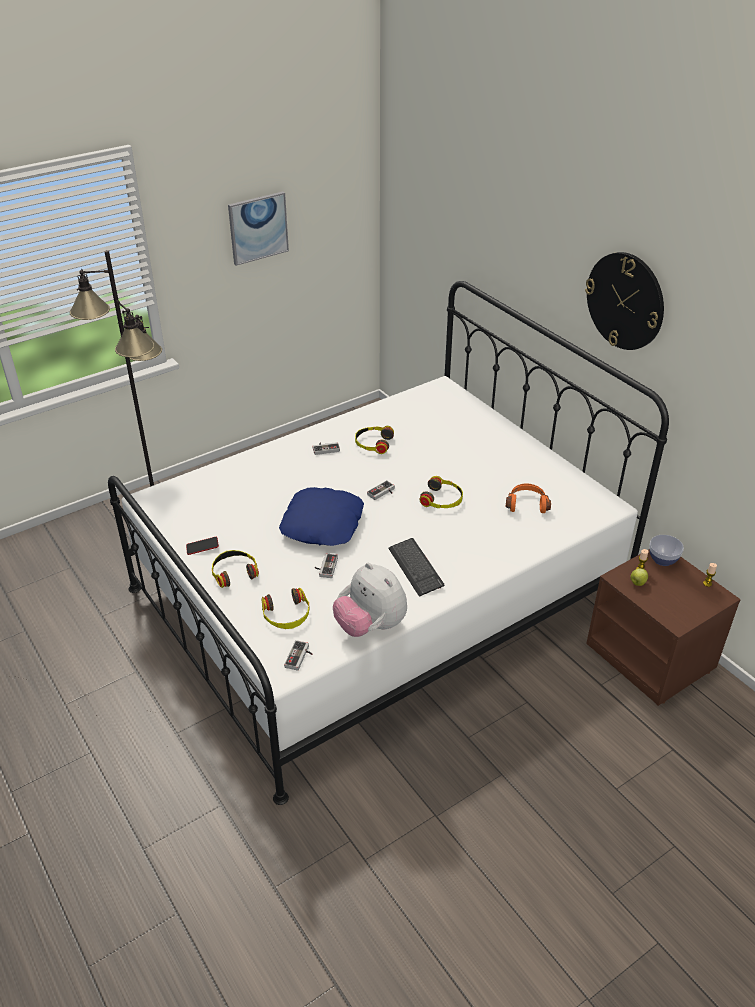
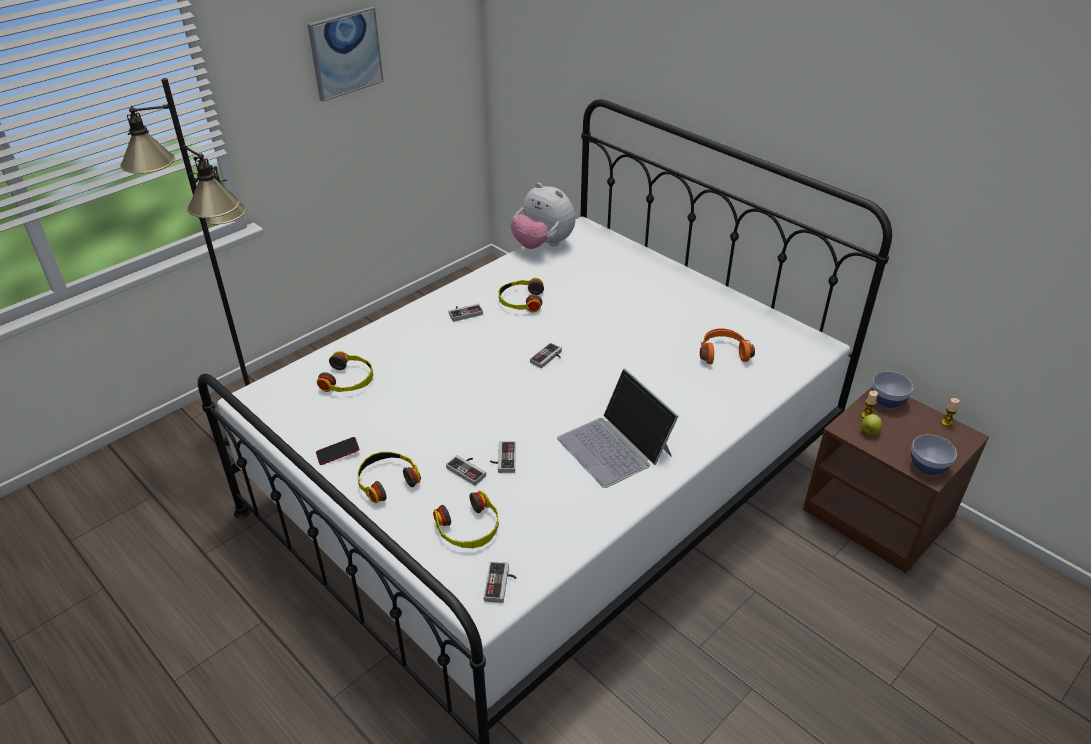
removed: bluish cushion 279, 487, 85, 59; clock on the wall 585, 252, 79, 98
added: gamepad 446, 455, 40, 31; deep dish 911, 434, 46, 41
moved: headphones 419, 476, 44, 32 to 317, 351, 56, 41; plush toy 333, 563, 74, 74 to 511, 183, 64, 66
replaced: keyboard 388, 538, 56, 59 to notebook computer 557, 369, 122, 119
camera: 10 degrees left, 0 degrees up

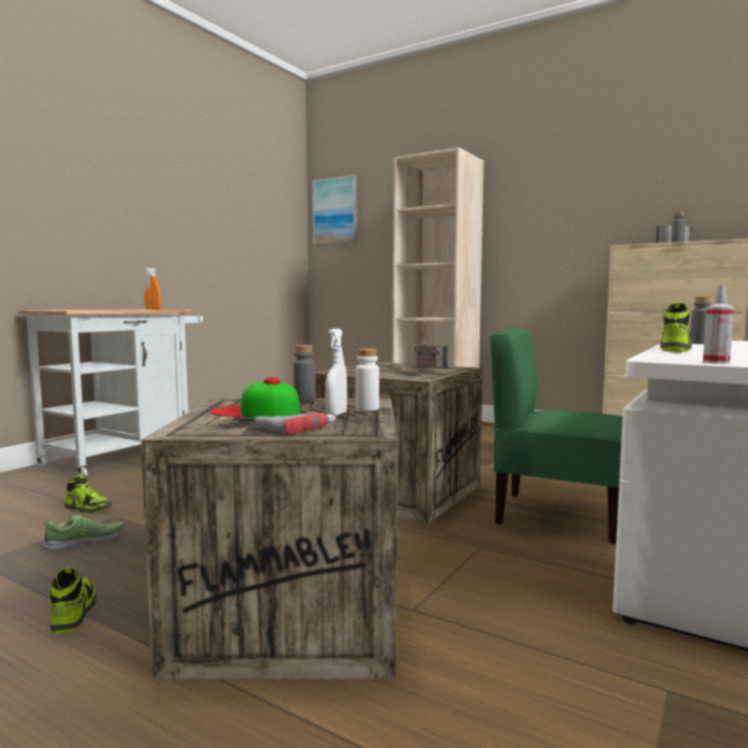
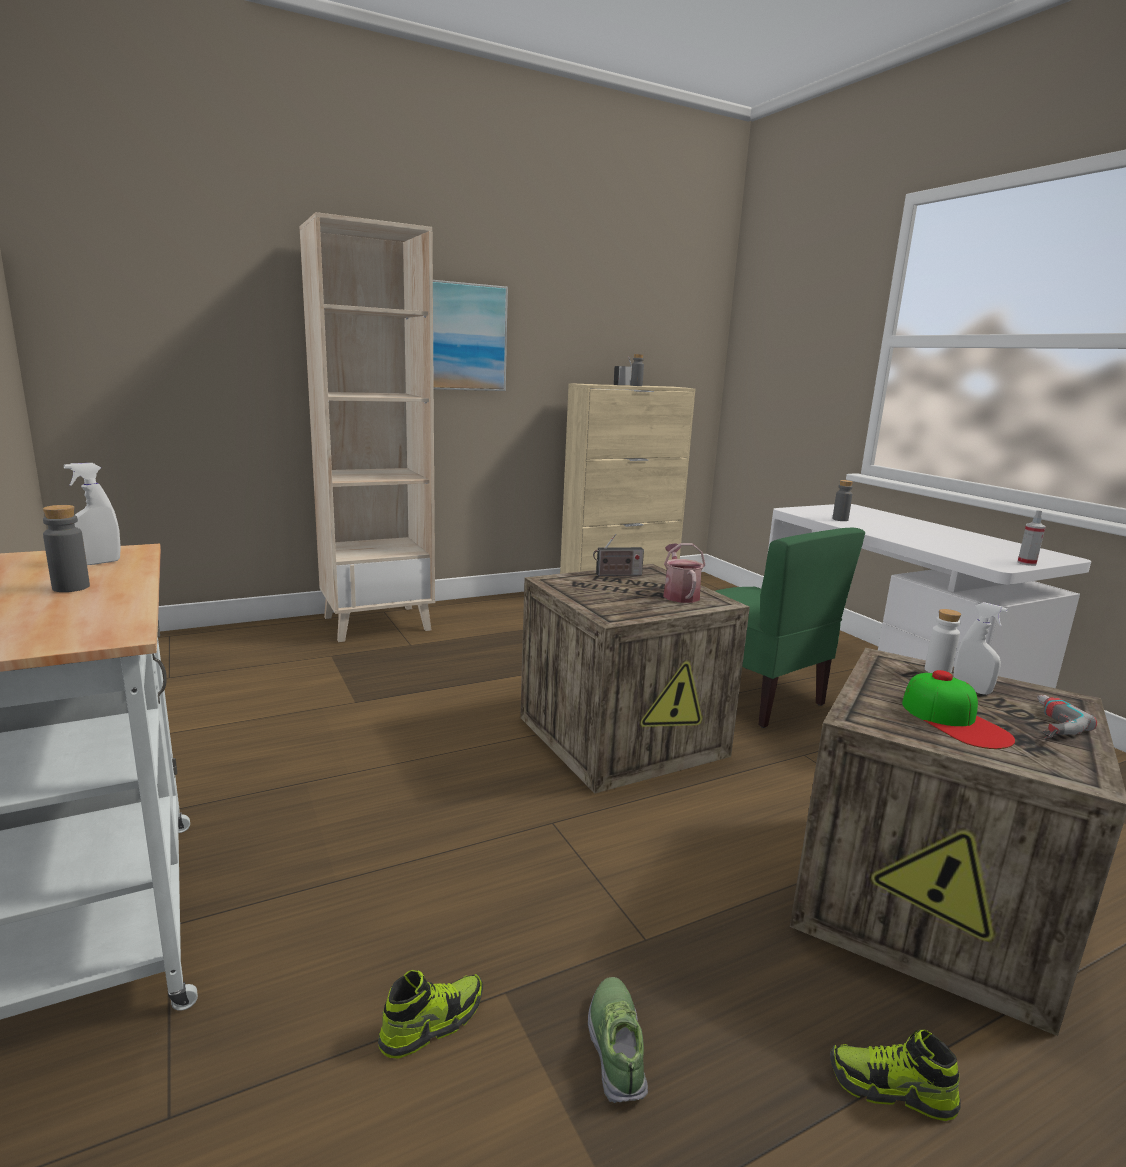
removed: shoe 660, 302, 32, 50
added: watering pot 663, 543, 42, 60
moved: gray drink bottle 293, 345, 23, 58 to 43, 505, 47, 87; wall art 313, 175, 44, 70 to 433, 280, 75, 111
recoloured: orange sprayer 144, 268, 17, 41 to whitish sprayer 64, 463, 57, 102
turned: greenish plain chair 490, 328, 133, 216 = 715, 528, 150, 200 90 degrees counterclockwise; baseball cap 210, 377, 91, 42 = 902, 670, 113, 79 75 degrees counterclockwise
camera: 60 degrees left, 10 degrees up

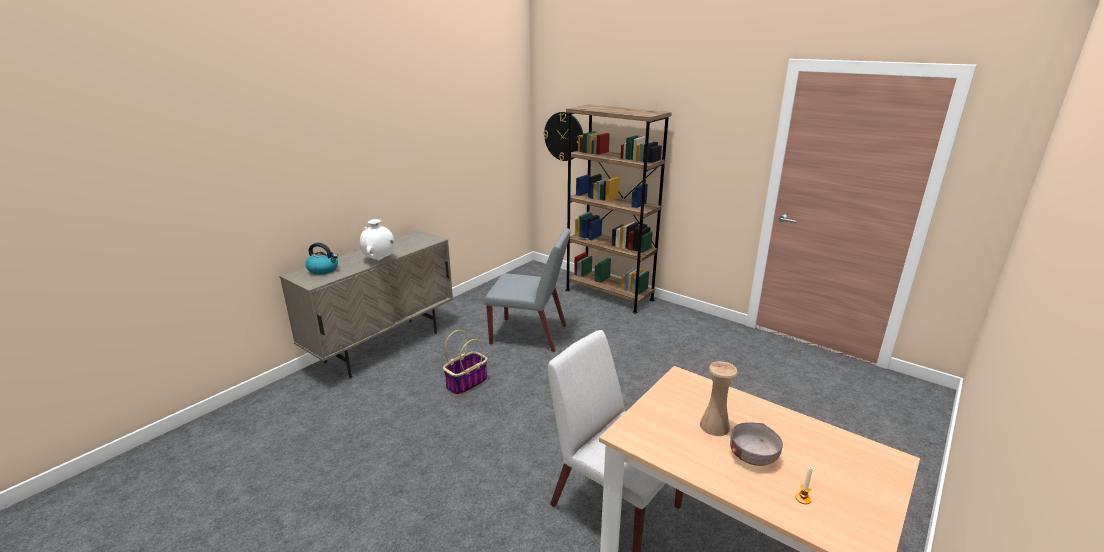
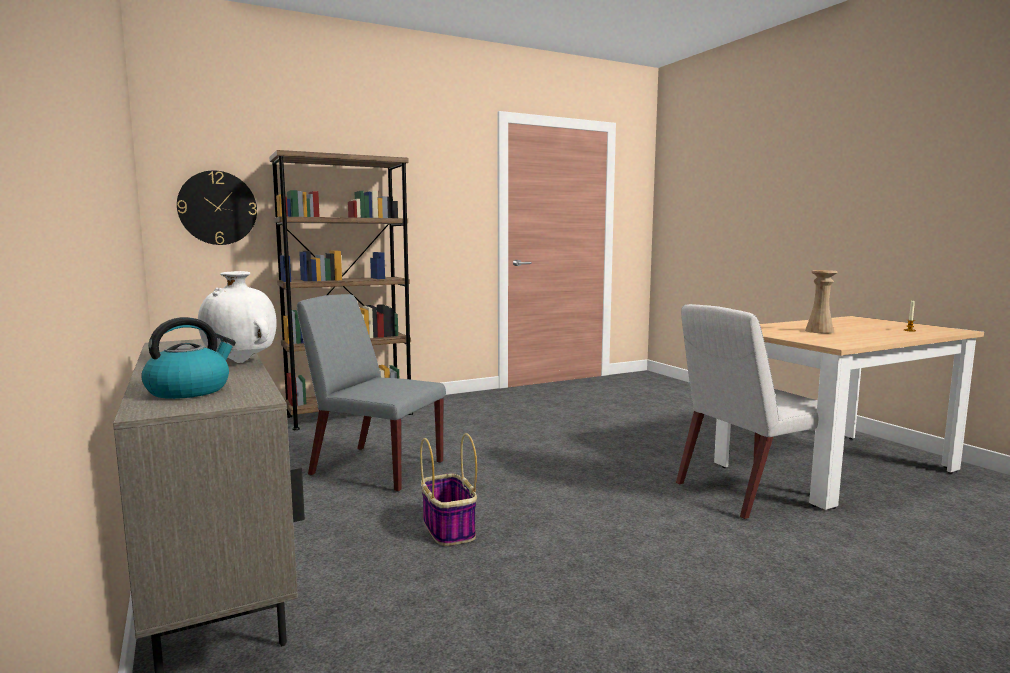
removed: gray deep dish 730, 422, 53, 44
turned: gray plain chair 484, 228, 86, 124 = 297, 294, 149, 198 105 degrees counterclockwise
camera: 65 degrees left, 15 degrees down

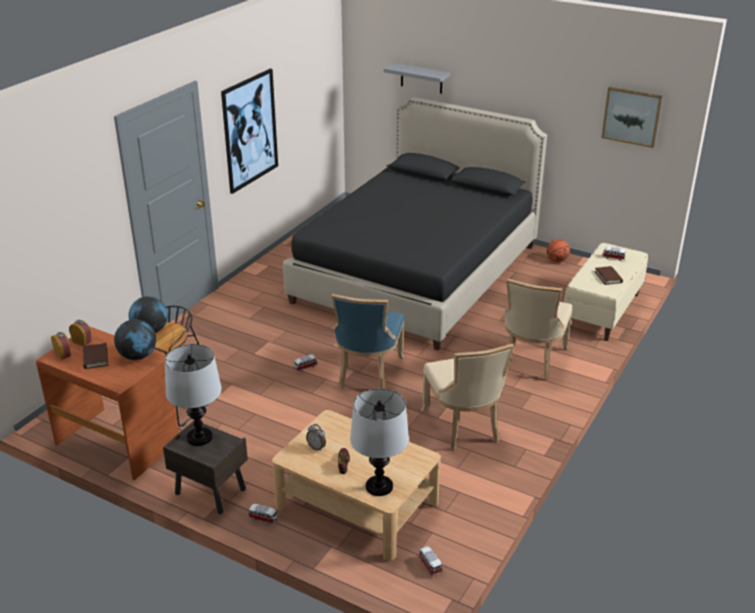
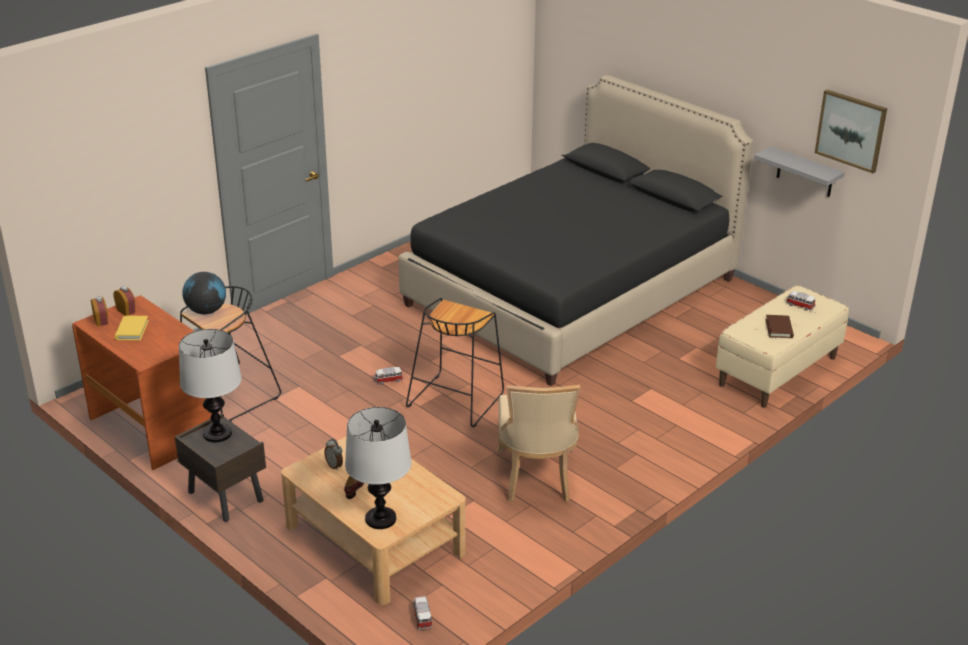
removed: desk globe 114, 319, 42, 41; wall art 221, 69, 57, 125; model car 248, 504, 30, 20; beige plain chair 504, 278, 68, 103; basketball 547, 239, 23, 23
moved: gray wall shelf 384, 63, 66, 31 to 754, 146, 91, 51
replaced: bluish plain chair 331, 294, 73, 95 to black stool 406, 298, 98, 129
recoloured: brown bound book 83, 343, 25, 26 to yellowish bound book 114, 316, 35, 24
camera: 15 degrees right, 0 degrees up

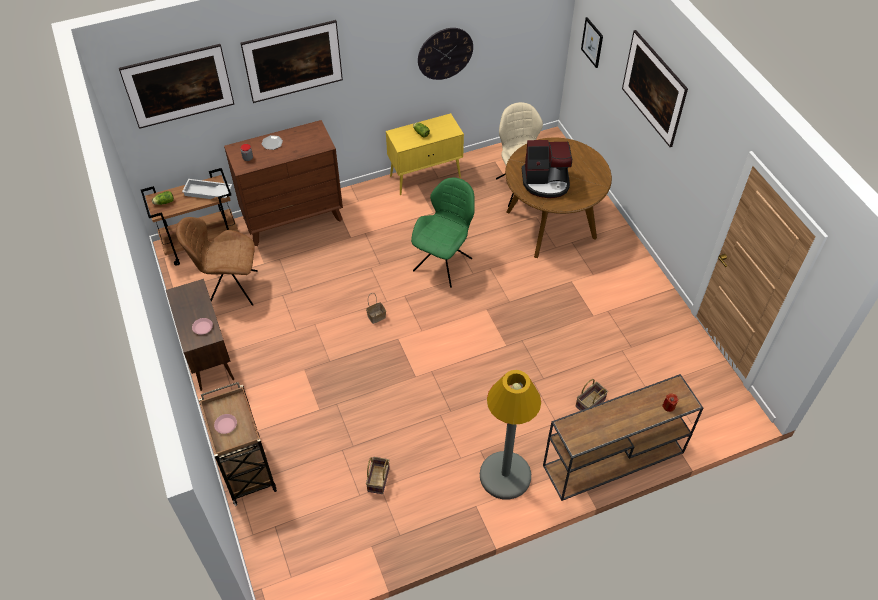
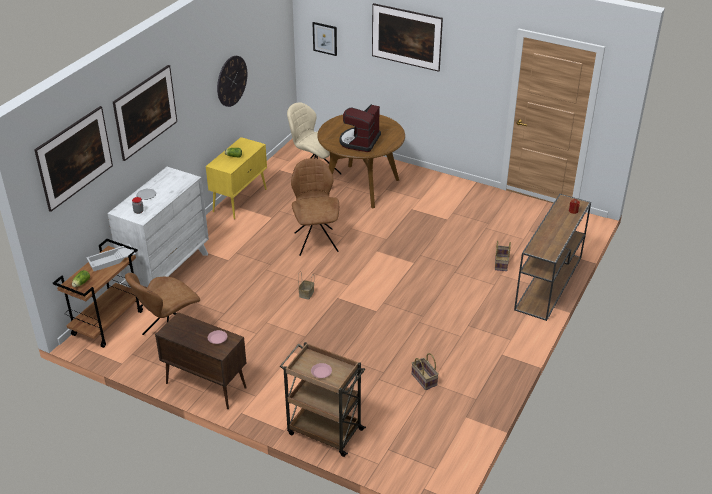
removed: gray floor lamp 480, 370, 61, 130
recoloured: brown chest of drawers 224, 120, 119, 126 to whitish chest of drawers 107, 167, 102, 121; greenish plain chair 411, 178, 64, 110 to brown plain chair 291, 158, 48, 98
turned: coffee machine 522, 140, 50, 58 = 339, 104, 42, 48 150 degrees clockwise
camera: 40 degrees left, 15 degrees down

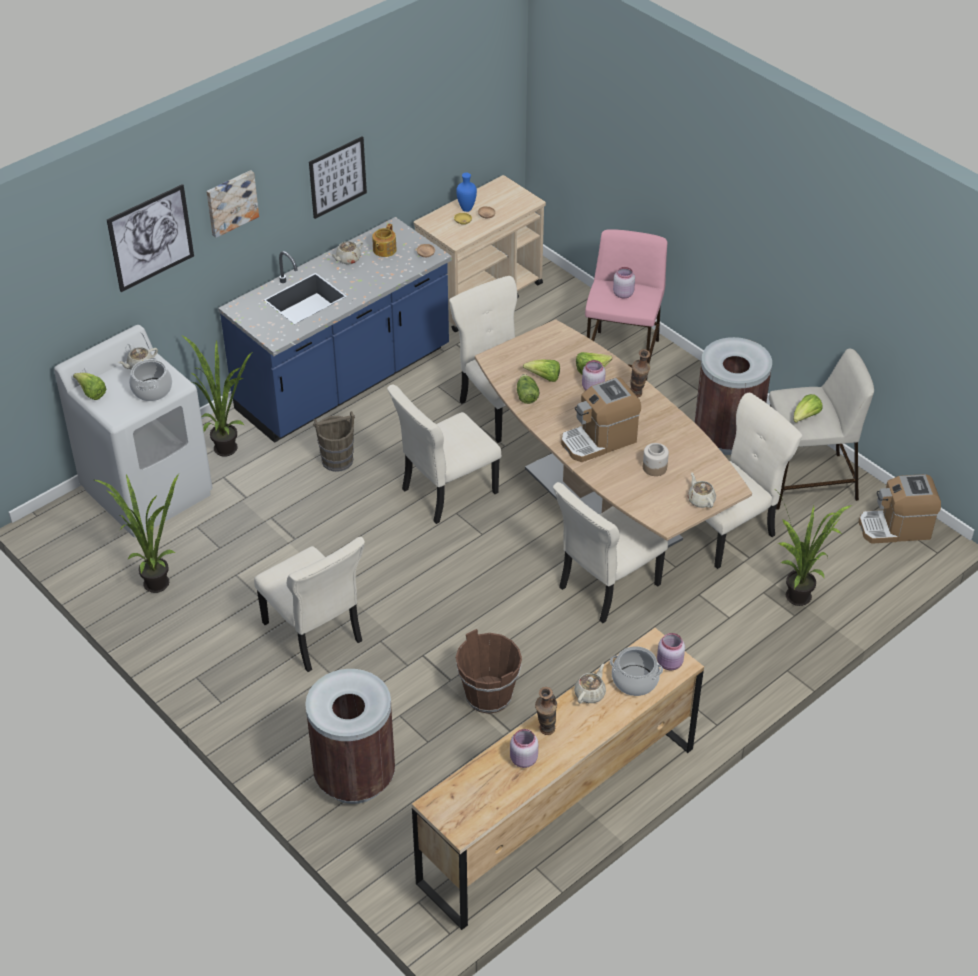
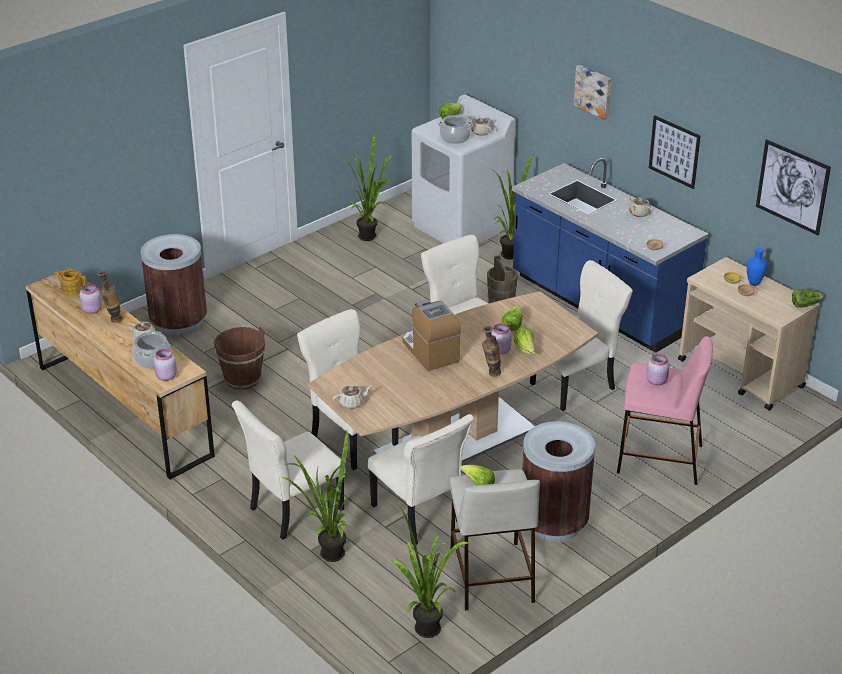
removed: preserve jar 643, 443, 26, 33
moved: tea pot 372, 223, 25, 34 to 54, 270, 33, 26; beige plain chair 254, 537, 111, 135 to 232, 401, 113, 139; wall art 107, 184, 87, 108 to 756, 139, 75, 96; lettuce 517, 374, 22, 30 to 792, 289, 32, 19
replaced: coffee machine 859, 474, 82, 70 to plant in a pot 391, 507, 81, 131
camera: 90 degrees right, 10 degrees down

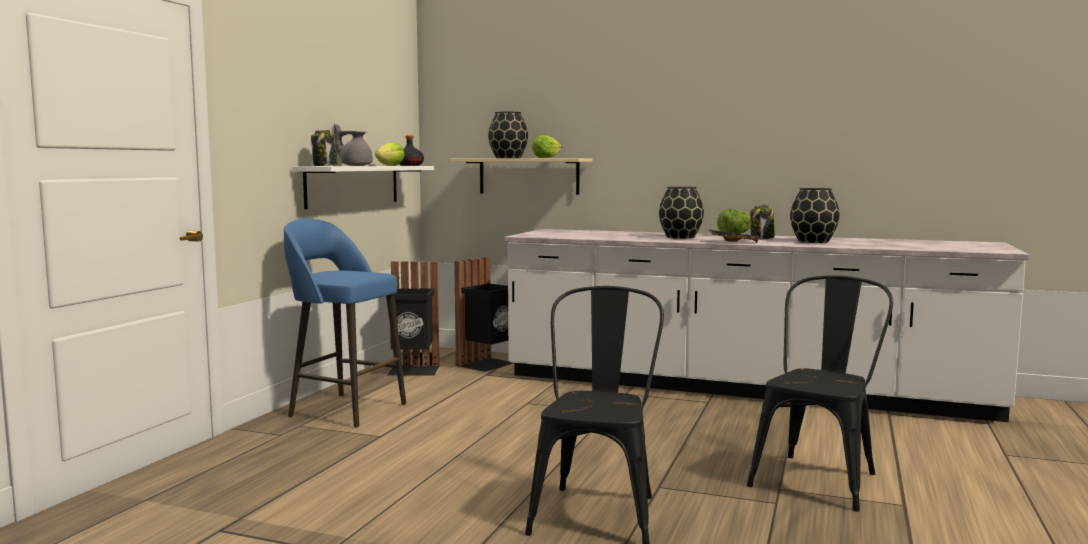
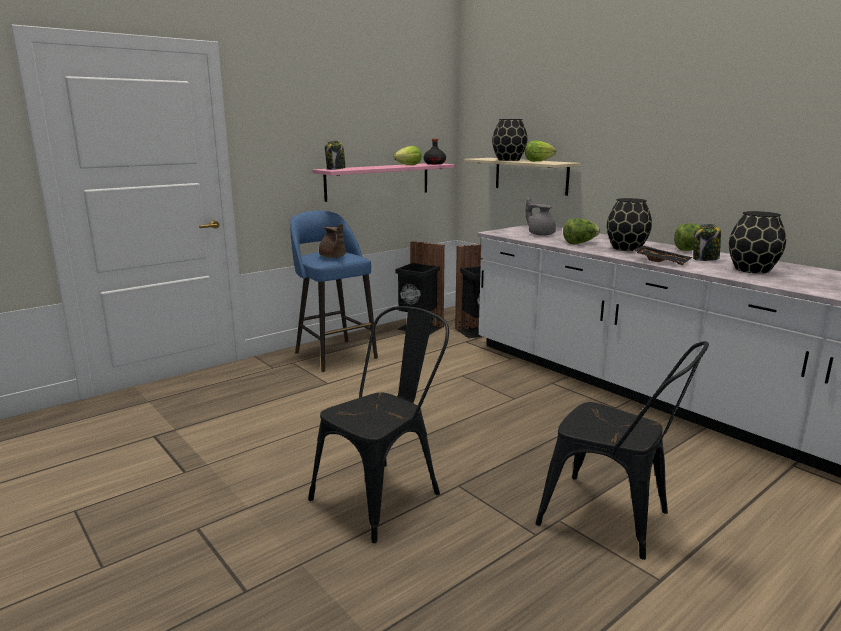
added: brown tea pot 319, 223, 27, 35; lettuce 563, 218, 37, 26
moved: gray tea pot 334, 123, 39, 43 to 526, 197, 30, 39
recoloured: whitish wall shelf 293, 166, 141, 43 to pink wall shelf 313, 163, 142, 39
turned: black plain chair 747, 275, 146, 237 = 535, 341, 174, 219 60 degrees clockwise
camera: 30 degrees right, 10 degrees up

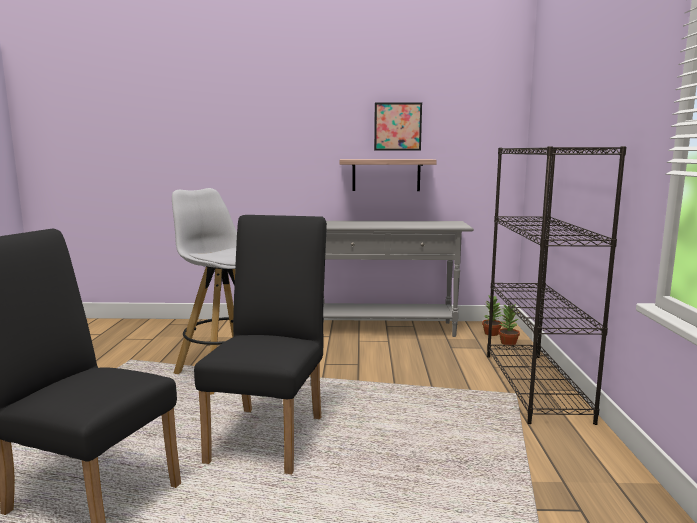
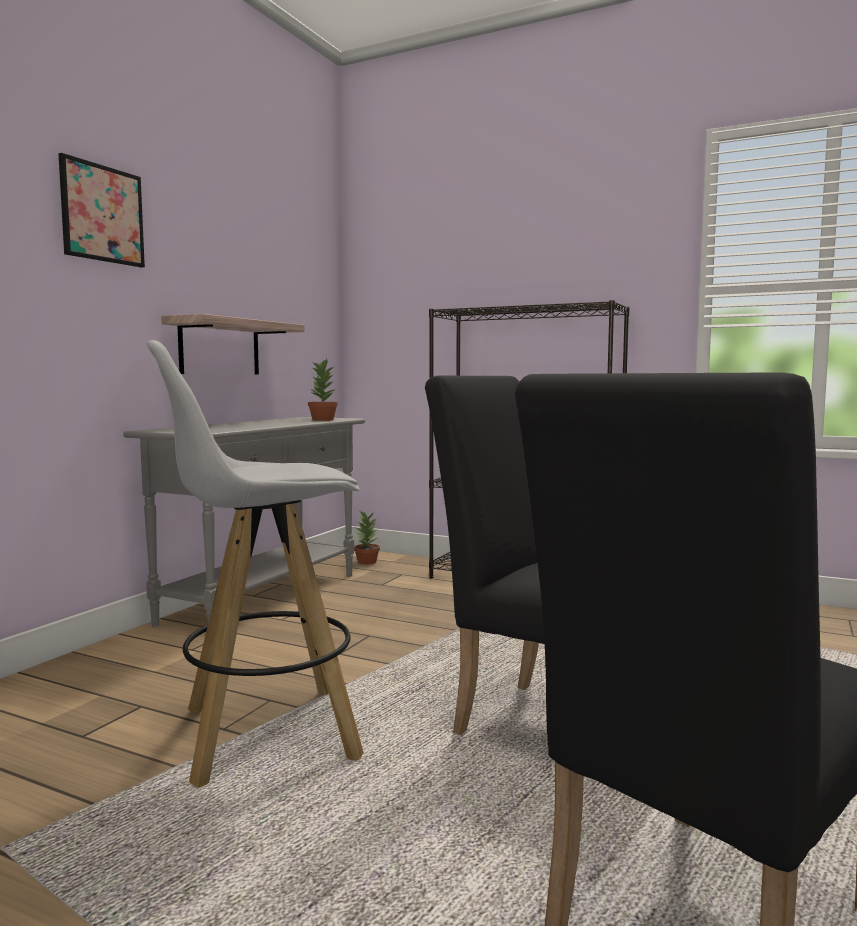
moved: wall art 374, 102, 48, 49 to 58, 153, 87, 115; plant in a pot 499, 304, 21, 41 to 308, 359, 30, 62
camera: 65 degrees left, 5 degrees down

